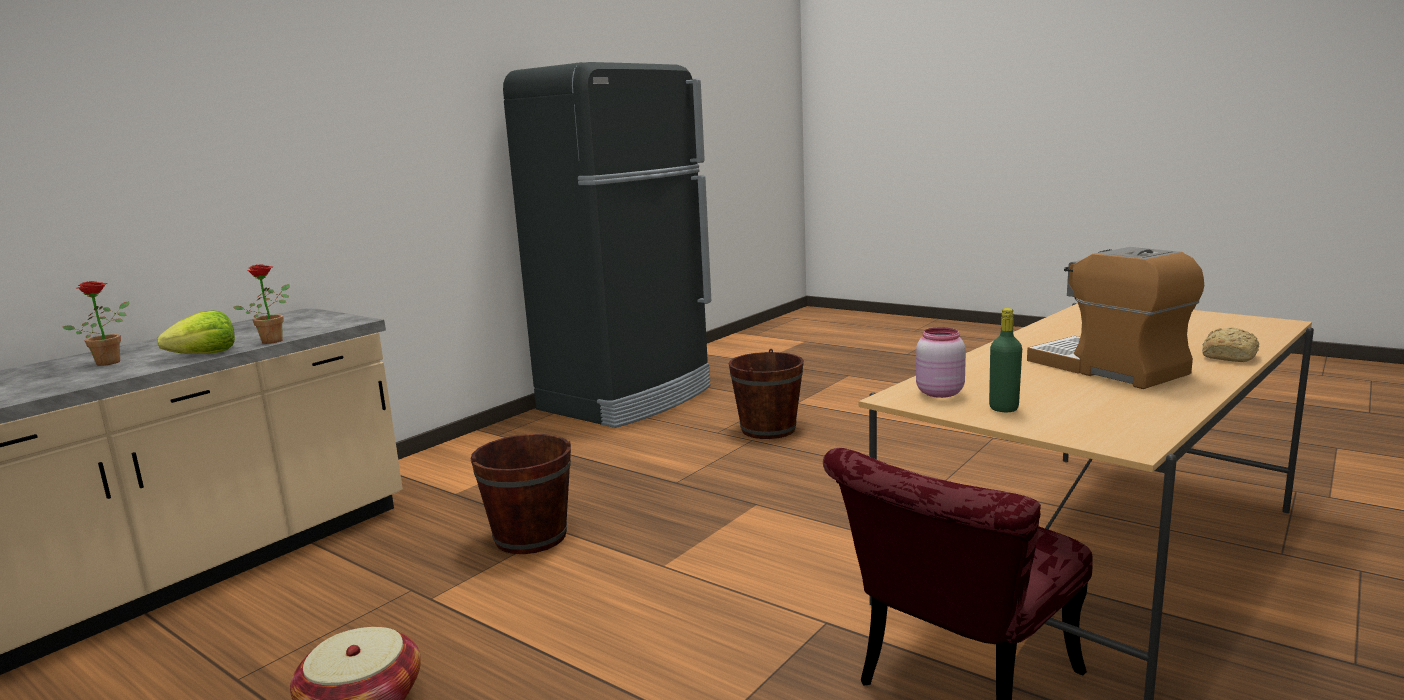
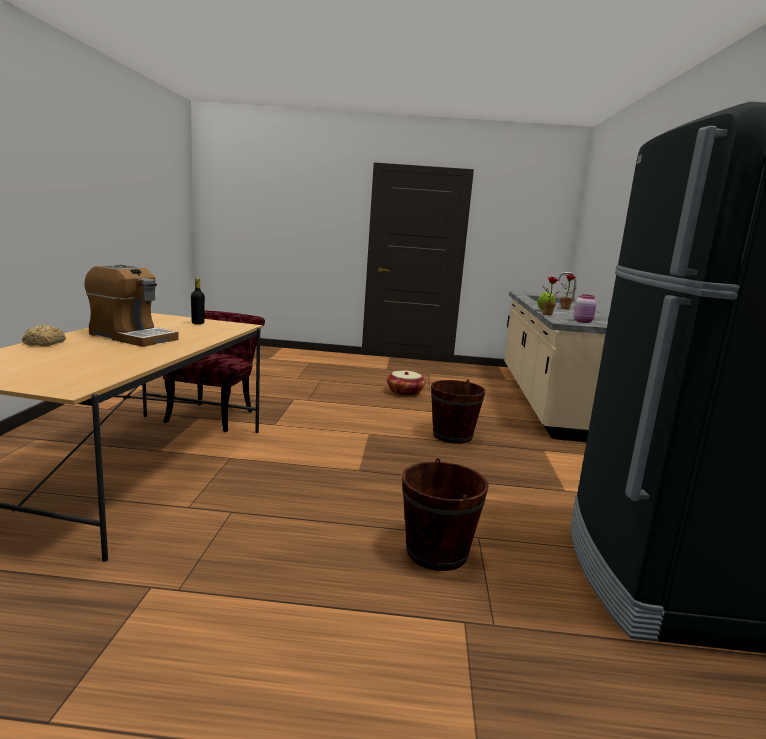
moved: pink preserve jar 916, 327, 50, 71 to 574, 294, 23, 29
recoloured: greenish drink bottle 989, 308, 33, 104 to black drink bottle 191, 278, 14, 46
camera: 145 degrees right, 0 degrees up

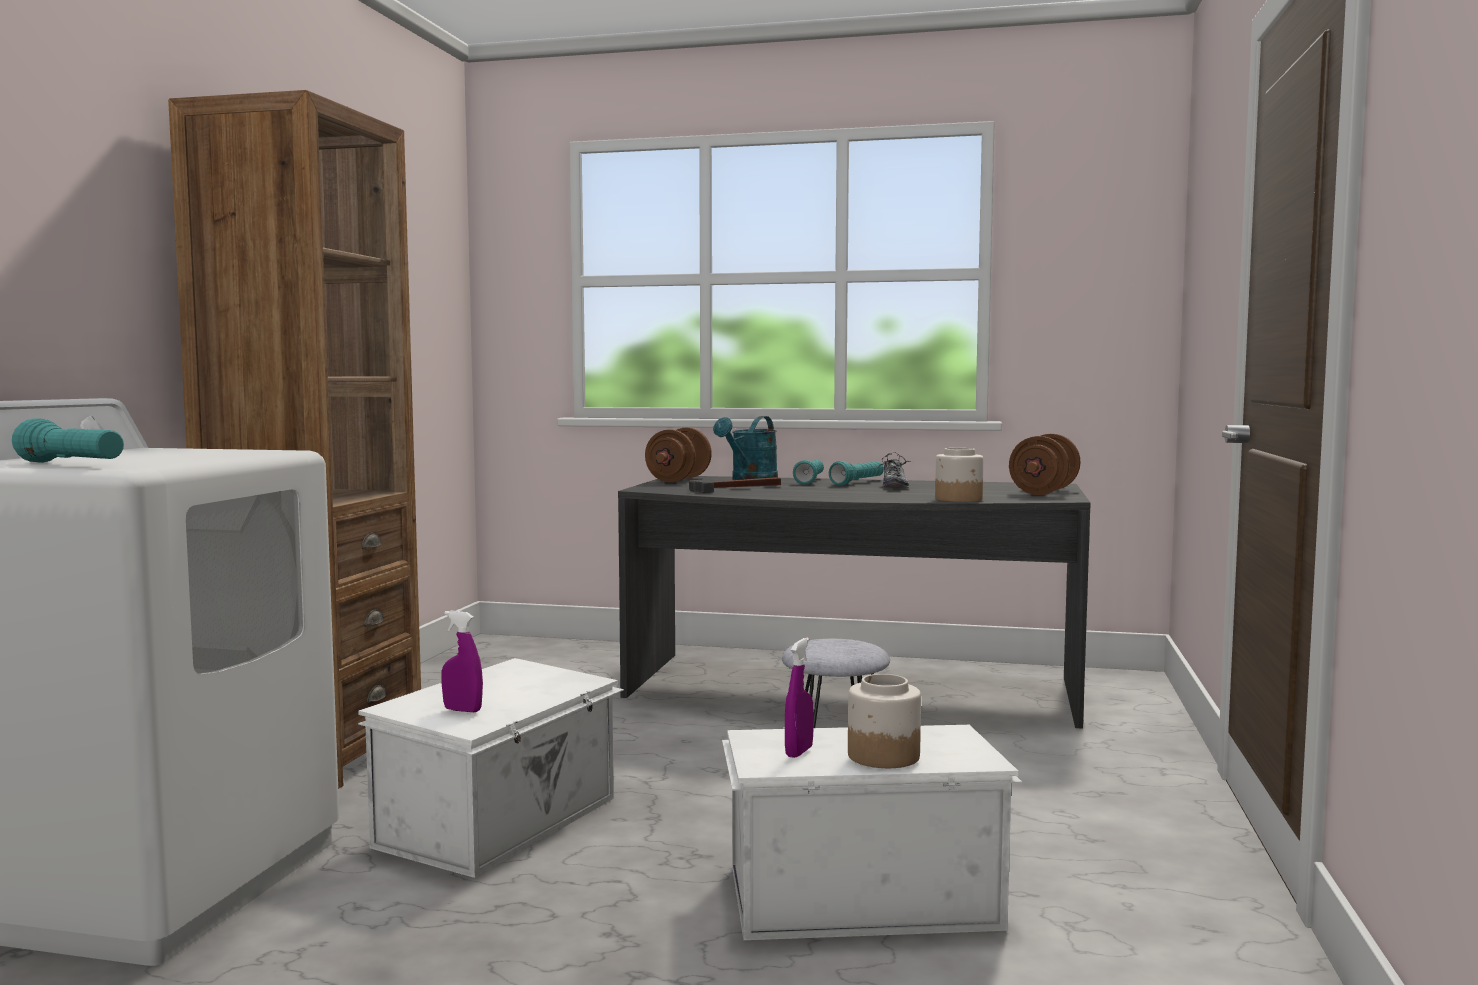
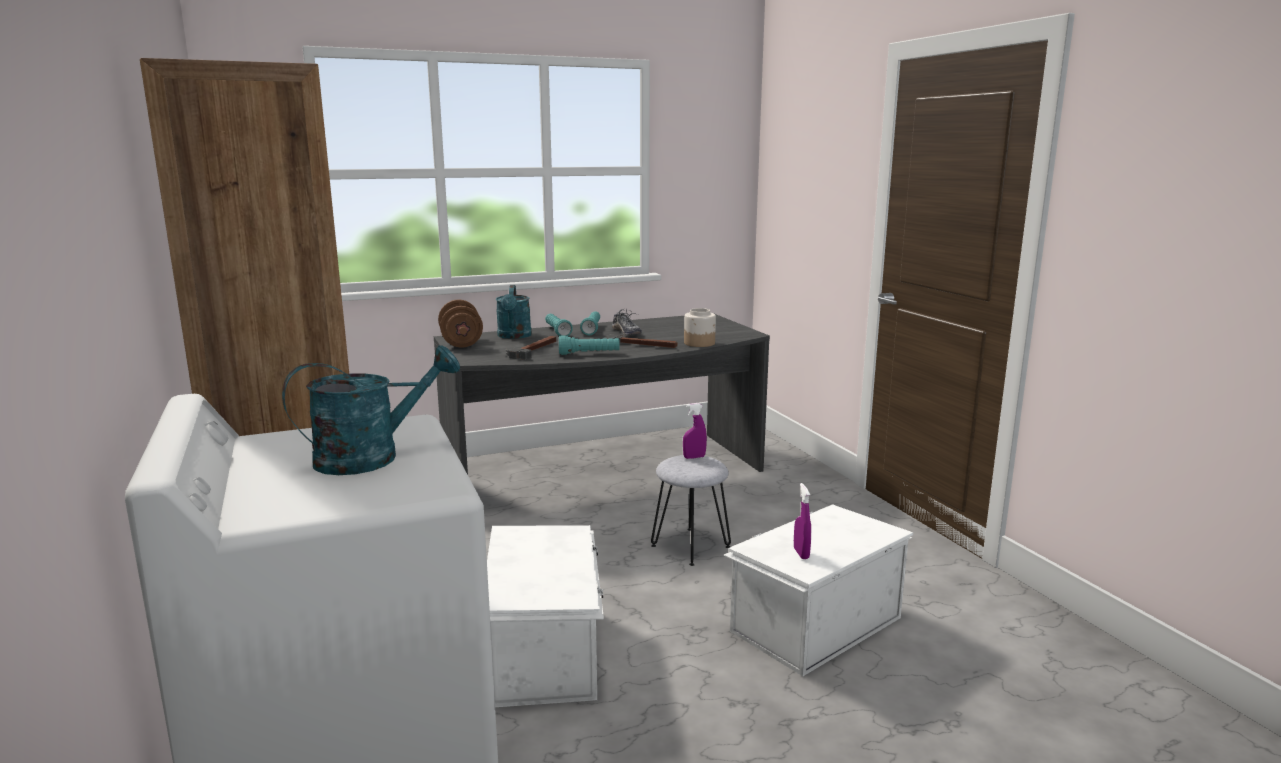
removed: preserve jar 848, 674, 73, 94; brown free weight 1009, 434, 72, 61
added: turquoise watering pot 282, 345, 178, 130; tool hammer 603, 334, 74, 14
moved: turquoise torch 12, 418, 112, 45 to 559, 335, 61, 20; purplish sprayer 441, 611, 42, 101 to 683, 403, 24, 56
camera: 35 degrees left, 10 degrees up

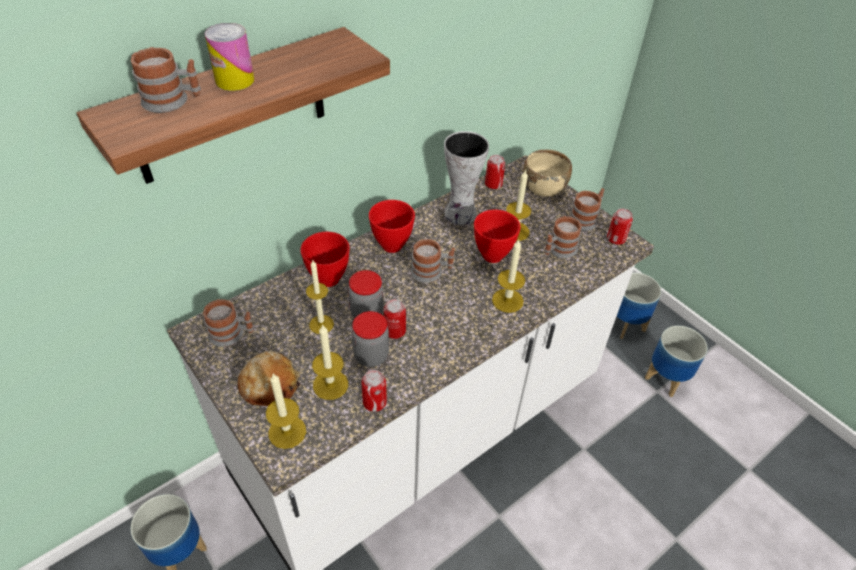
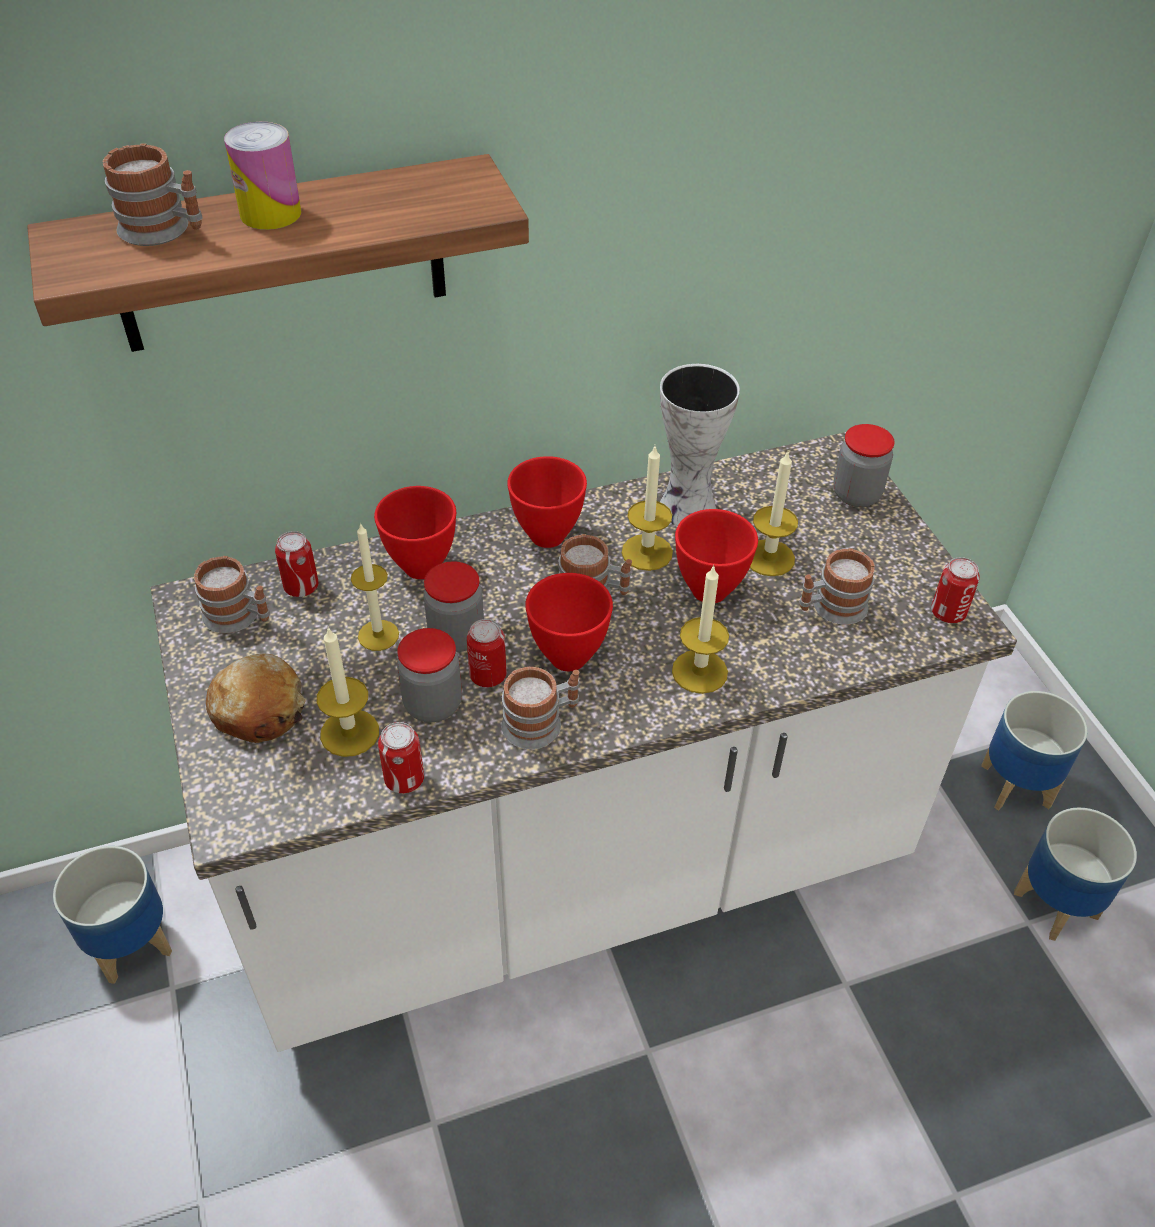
added: reddish deep dish 525, 573, 88, 98
moved: can 485, 155, 20, 34 to 275, 531, 44, 66; coffee mug 569, 188, 36, 43 to 501, 667, 78, 82; candle 266, 373, 40, 76 to 622, 446, 51, 125
replaced: beige deep dish 523, 150, 49, 47 to preserve jar 834, 424, 61, 83
camera: 20 degrees right, 0 degrees up

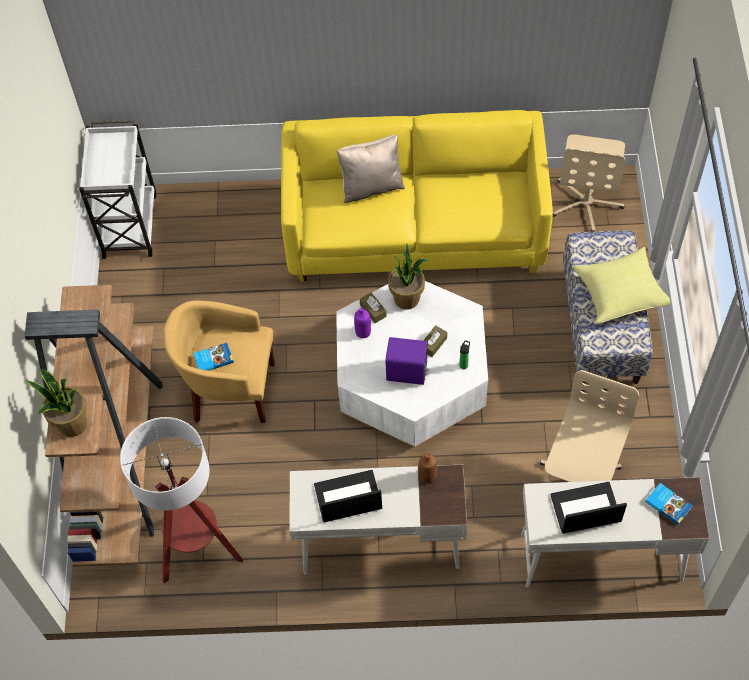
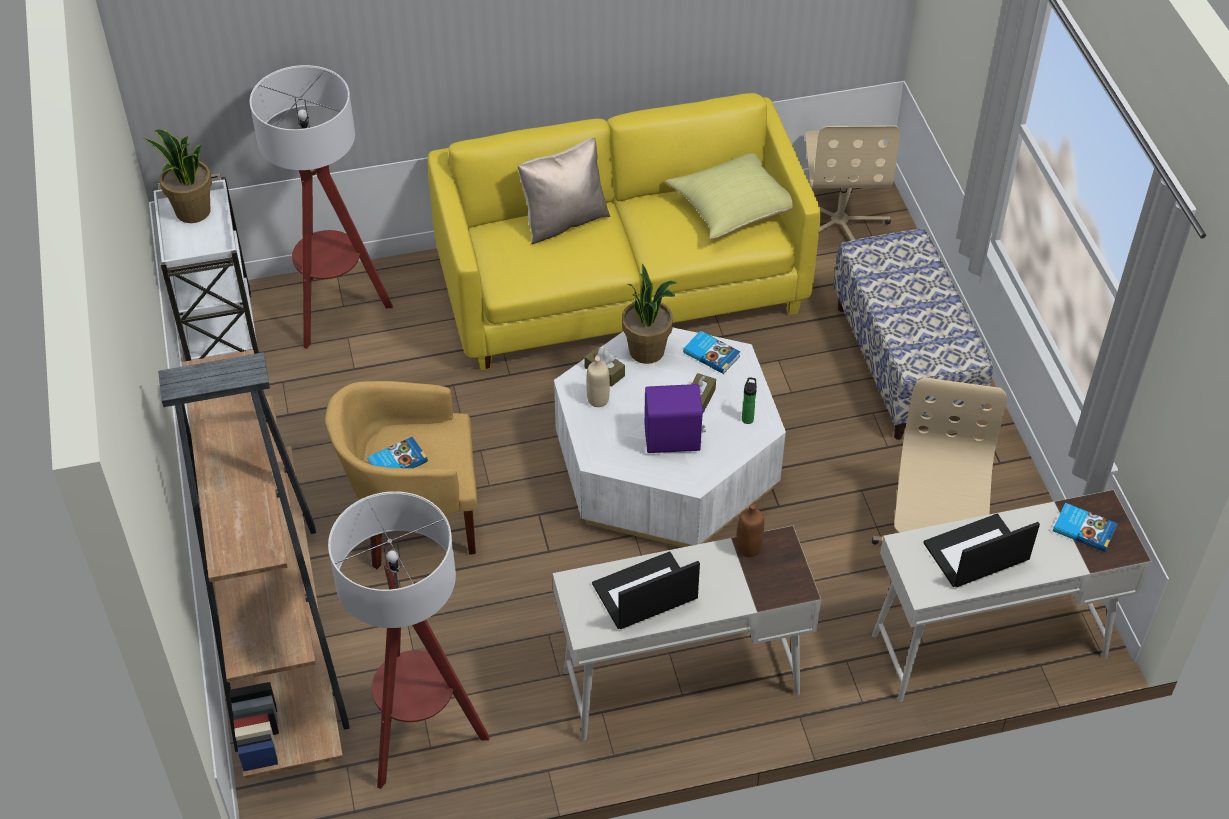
added: floor lamp 250, 65, 143, 284; bound book 683, 331, 57, 43
moved: plant in a pot 26, 369, 61, 68 to 143, 129, 69, 94; yellowish cushion 572, 247, 99, 77 to 665, 153, 127, 86
recoloured: purplish drink bottle 354, 308, 17, 30 to beige drink bottle 586, 356, 24, 51
camera: 15 degrees left, 10 degrees down

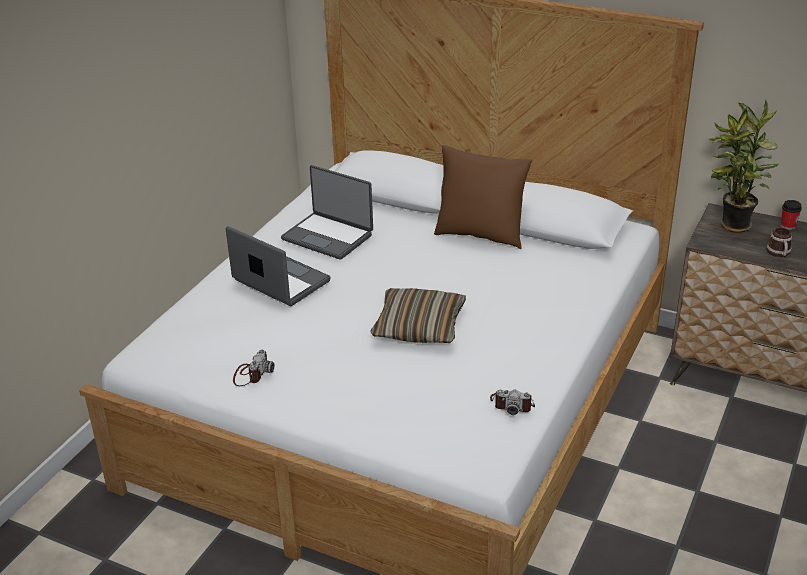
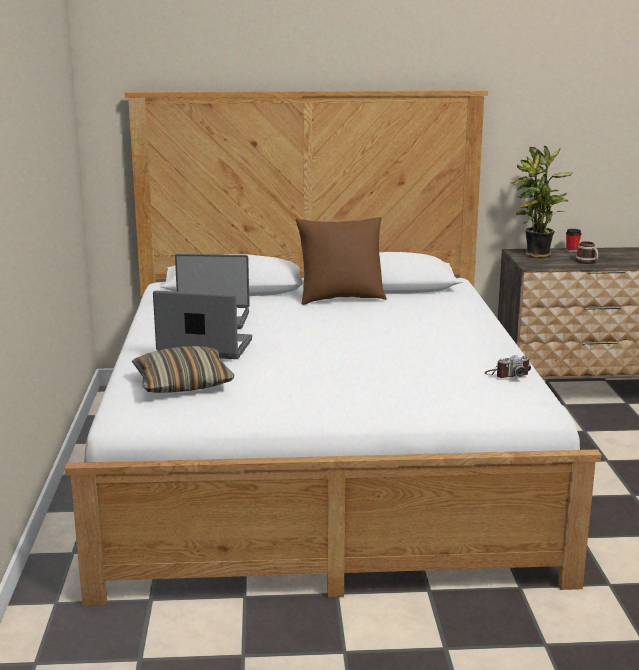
removed: still camera 233, 349, 42, 37
moved: cushion 370, 288, 96, 55 to 132, 346, 102, 47
camera: 30 degrees left, 15 degrees down

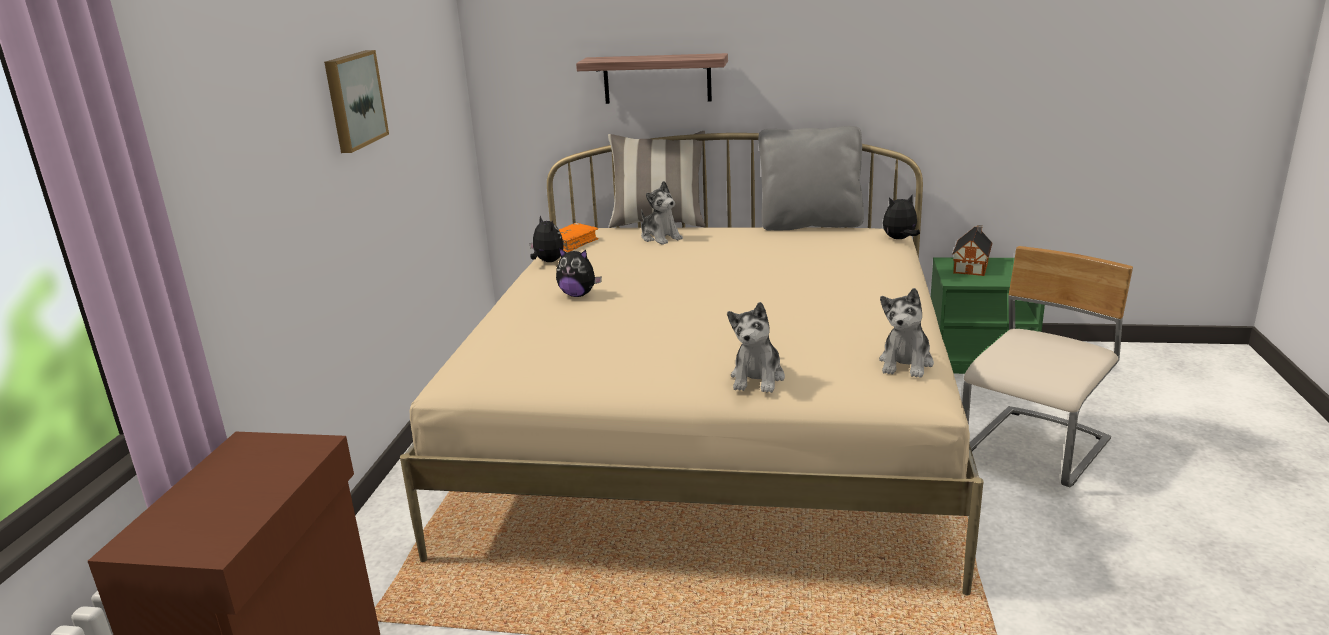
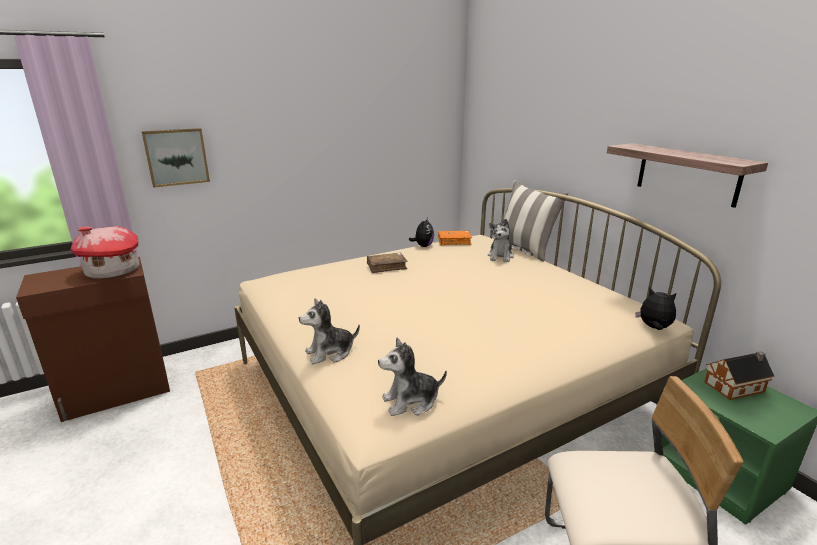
removed: gray cushion 758, 126, 106, 105
added: toy house 71, 226, 69, 53
moved: wall art 324, 50, 65, 103 to 142, 128, 68, 60; wall shelf 576, 53, 152, 51 to 607, 143, 161, 65
replaced: plush toy 556, 248, 46, 49 to brown bound book 367, 253, 41, 20
camera: 50 degrees right, 0 degrees up

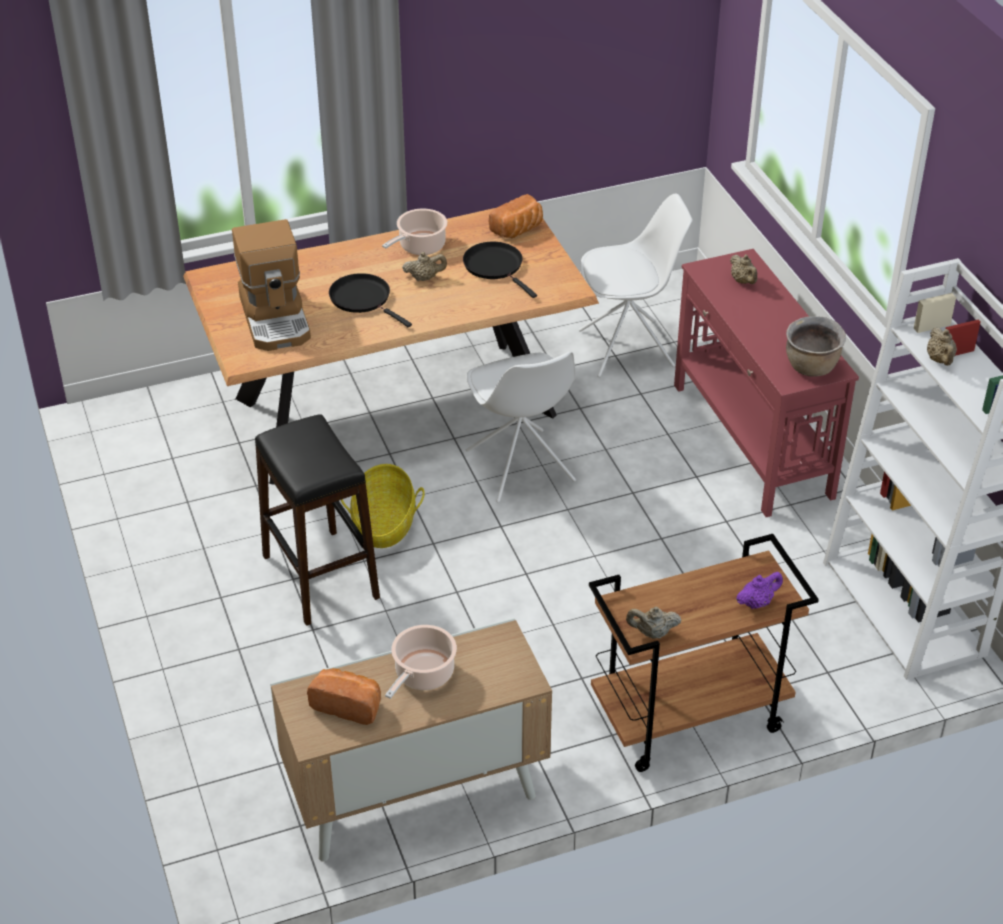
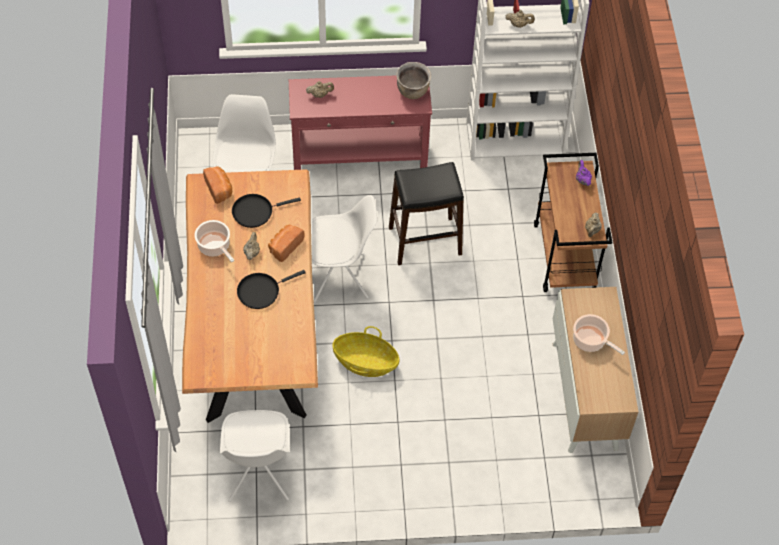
removed: coffee machine 232, 219, 79, 132
added: whitish plain chair 220, 410, 70, 92
moved: bakery bread 307, 668, 74, 57 to 268, 225, 37, 37; black stool 255, 414, 125, 212 to 389, 162, 75, 103
camera: 75 degrees left, 15 degrees up

